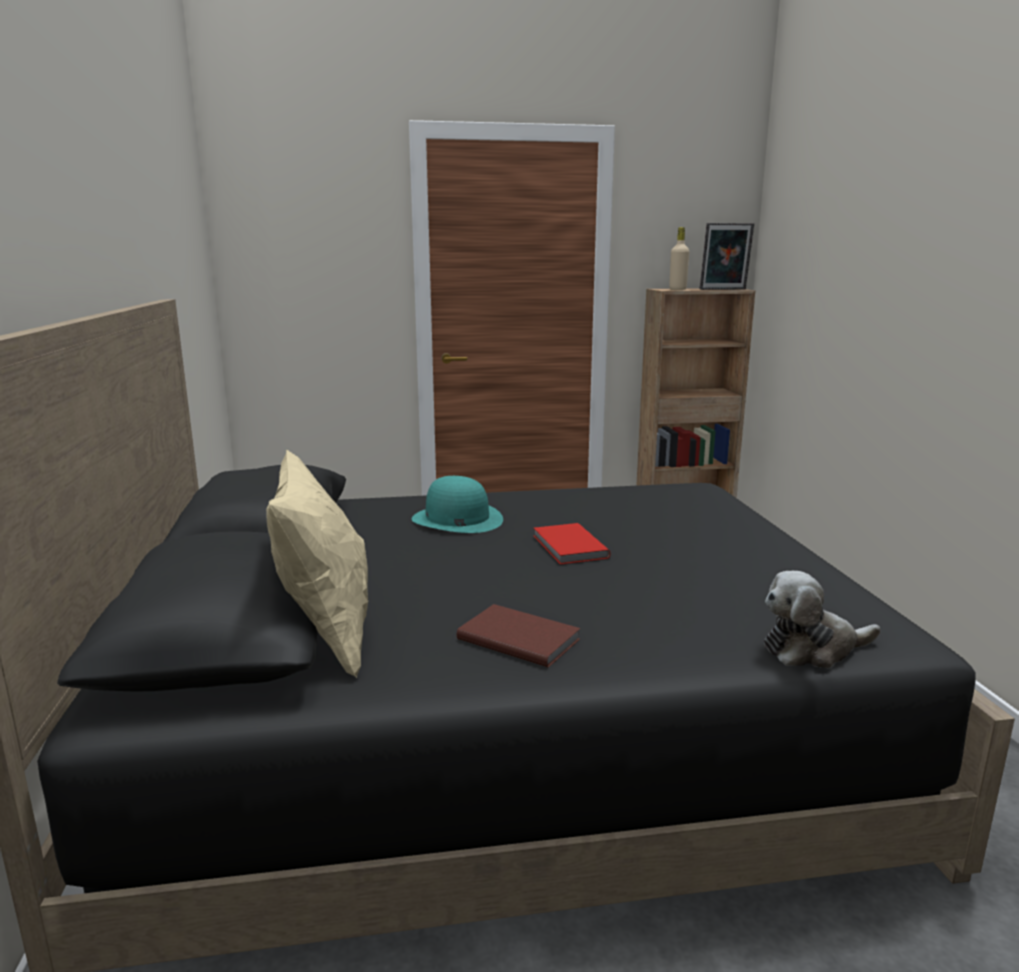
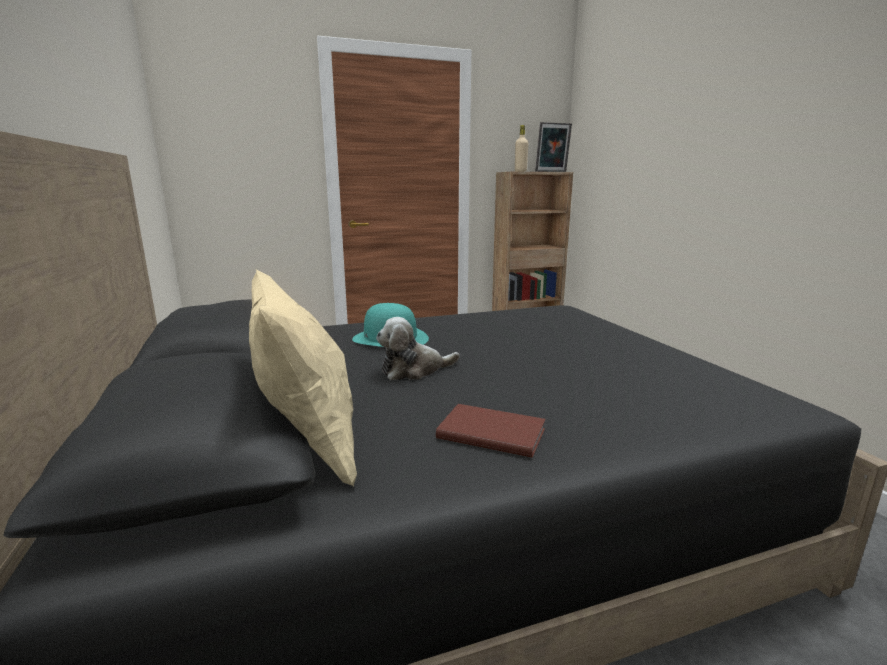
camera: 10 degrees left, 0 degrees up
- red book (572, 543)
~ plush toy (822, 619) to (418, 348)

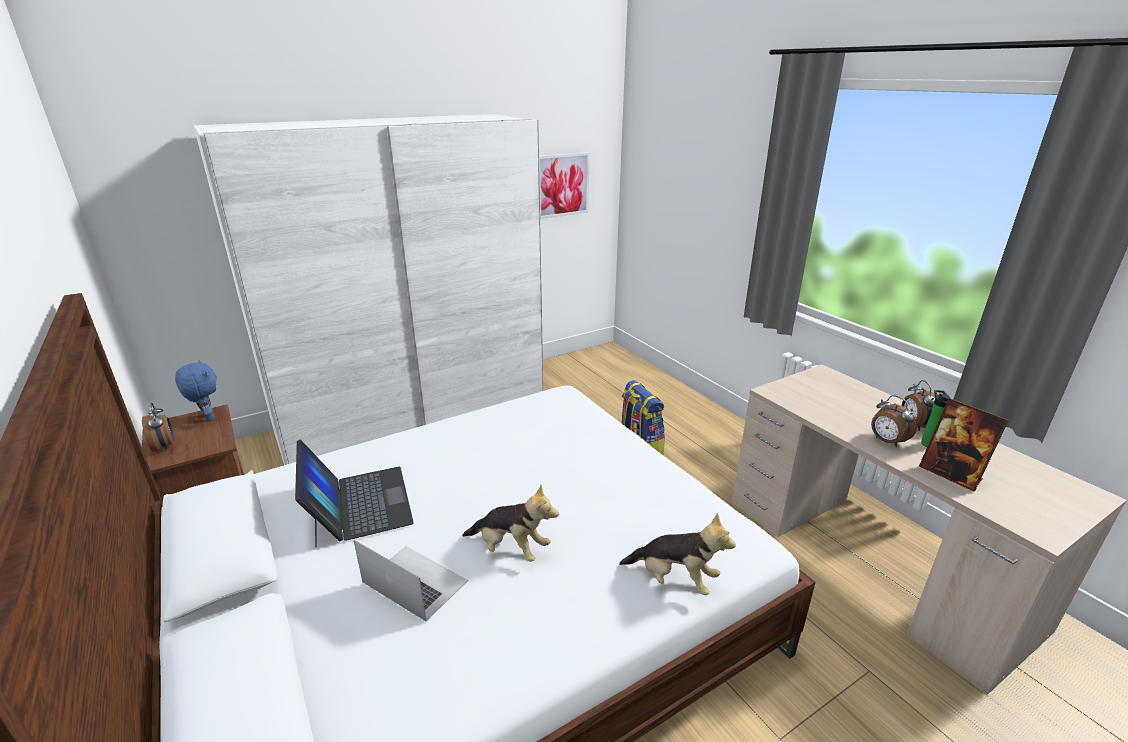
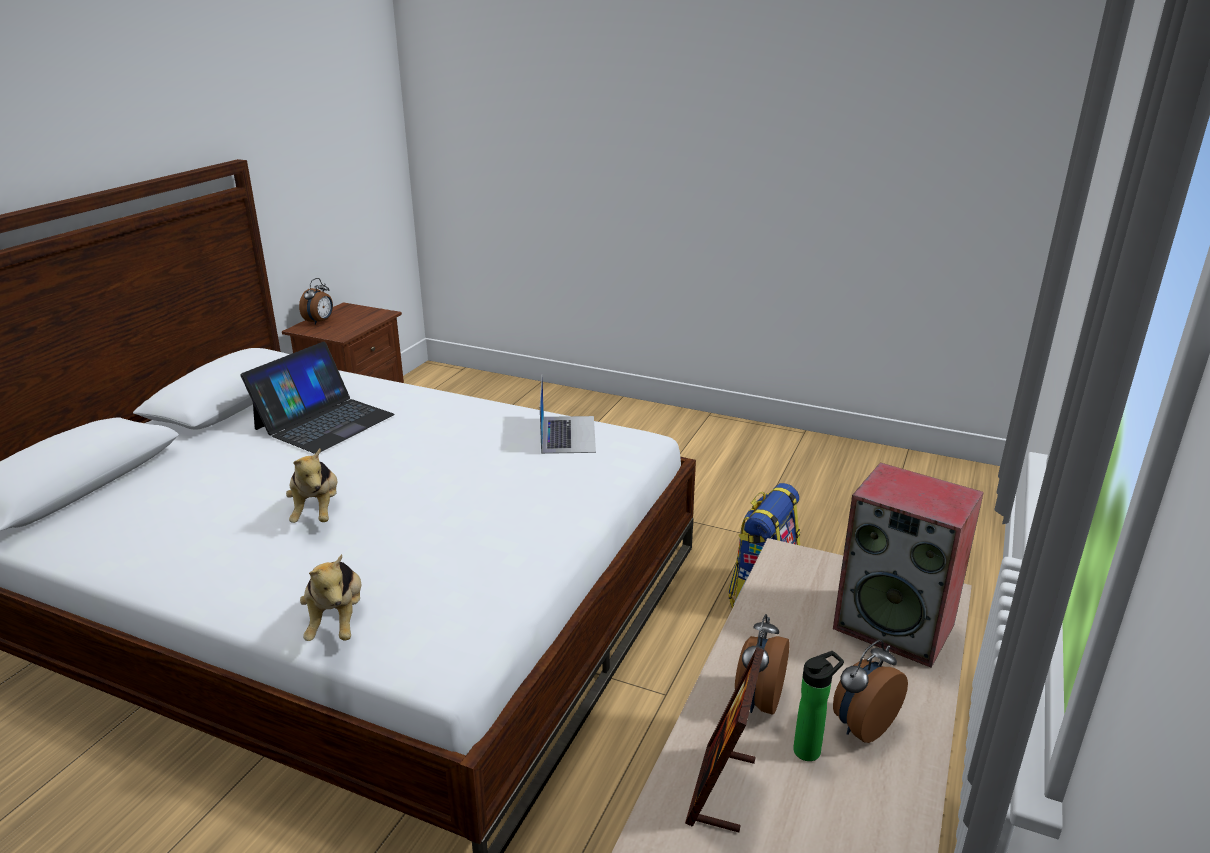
camera: 55 degrees right, 0 degrees up
- blue plush toy (196, 390)
- white wardrobe (368, 289)
- picture (564, 185)
+ speaker (908, 565)
~ laptop (411, 581) to (568, 415)

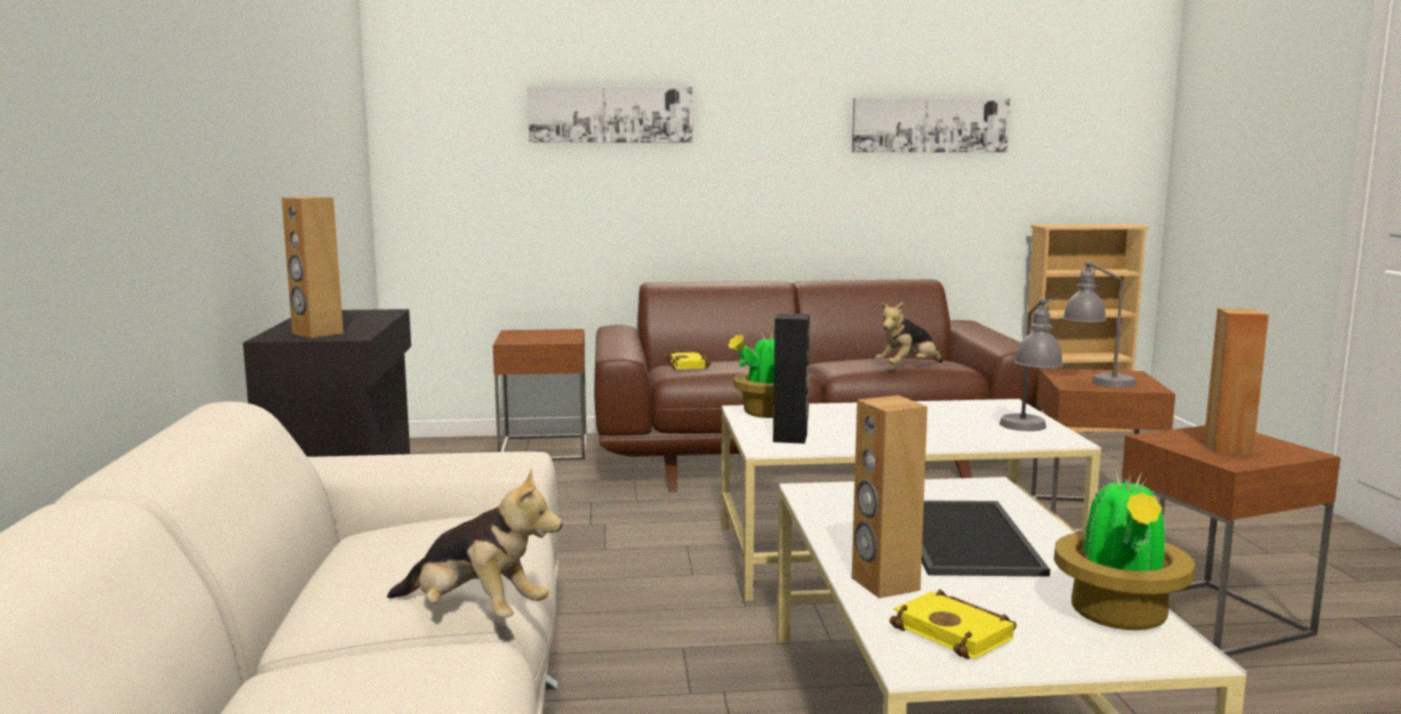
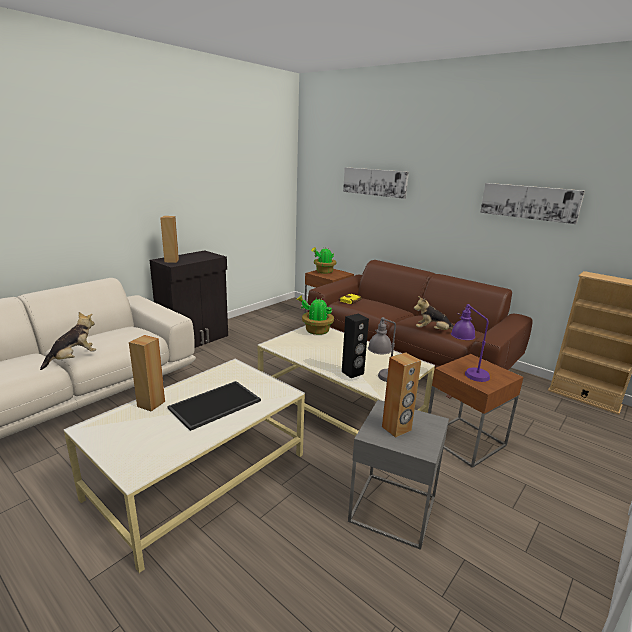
camera: 45 degrees right, 10 degrees up
- yellow book (953, 624)
~ black speaker (791, 378) to (355, 346)
~ potted plant (1124, 549) to (323, 260)
~ grey table lamp (1099, 324) to purple table lamp (470, 343)
~ brown side table (1231, 540) to grey side table (398, 475)
~ plush toy (474, 543) = (68, 341) 120 degrees counterclockwise

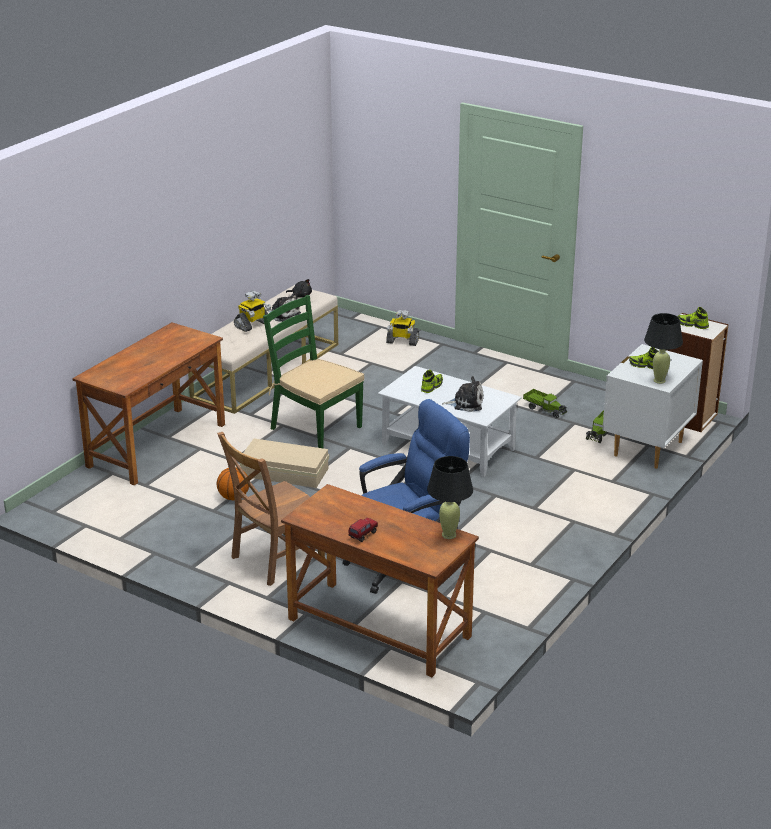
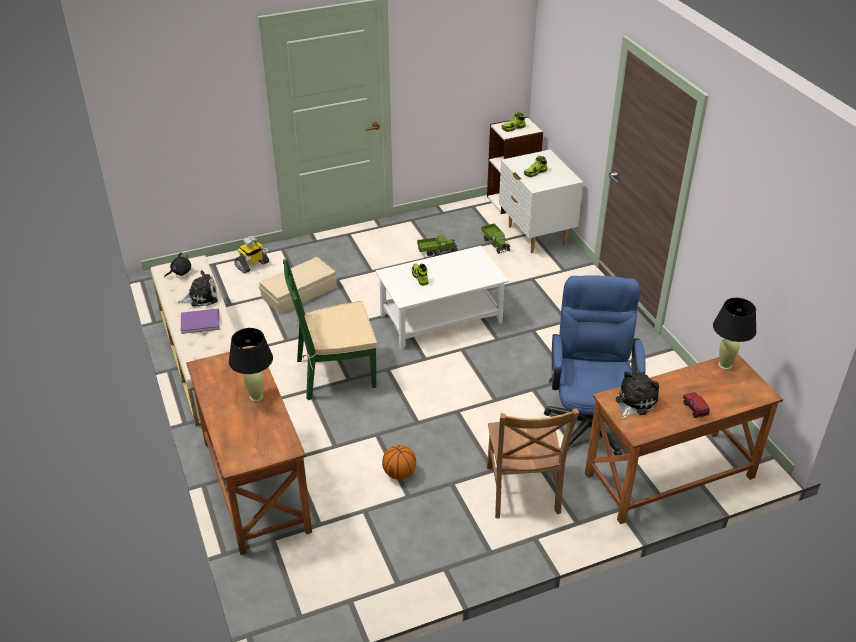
camera: 55 degrees left, 10 degrees up
~ beige storage box (284, 463) to (298, 285)
~ plush toy (463, 394) to (637, 395)
~ black table lamp (663, 348) to (251, 365)
~ toy robot (252, 311) to purple book (200, 321)

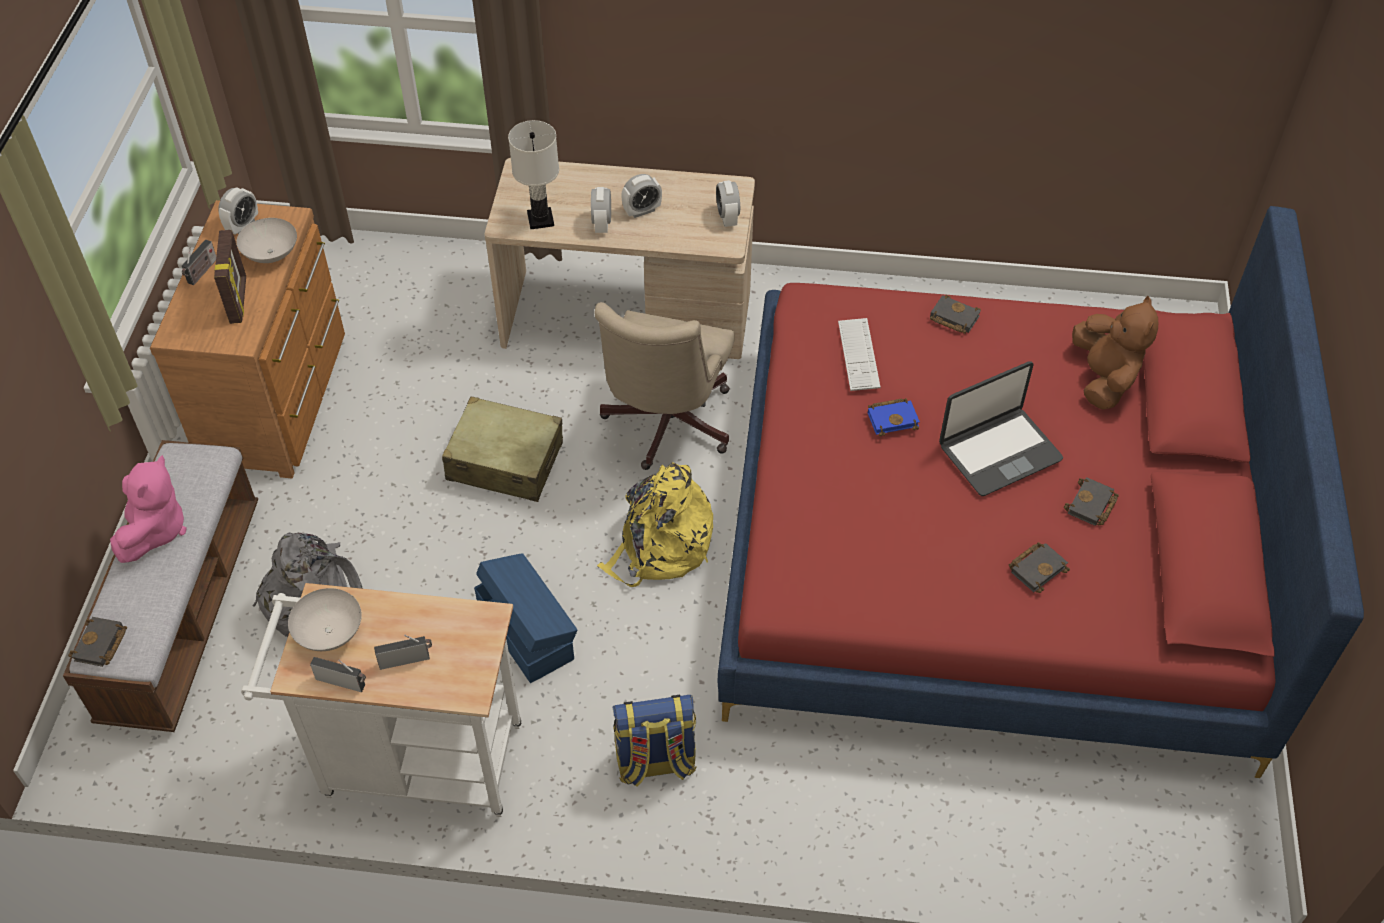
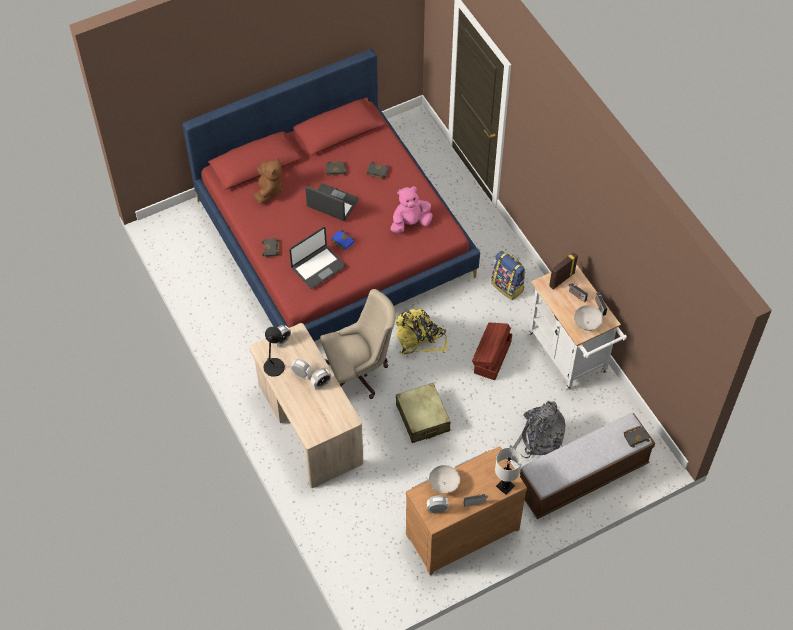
camera: 125 degrees left, 5 degrees up
+ black table lamp (274, 352)
~ pink plush toy (148, 509) to (412, 209)
~ picture frame (230, 277) to (563, 270)
~ white table lamp (533, 174) to (508, 471)
~ keyboard (859, 354) to laptop (317, 258)
~ blue storage box (525, 618) to brown storage box (492, 351)
~ brown plush toy (1115, 353) = (267, 181) 135 degrees clockwise

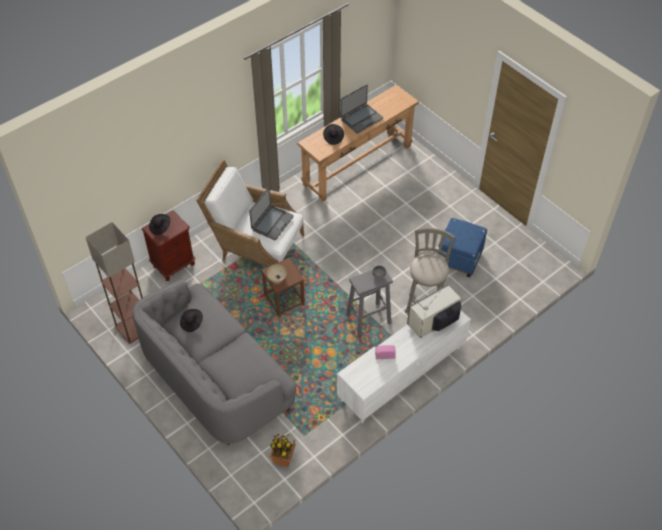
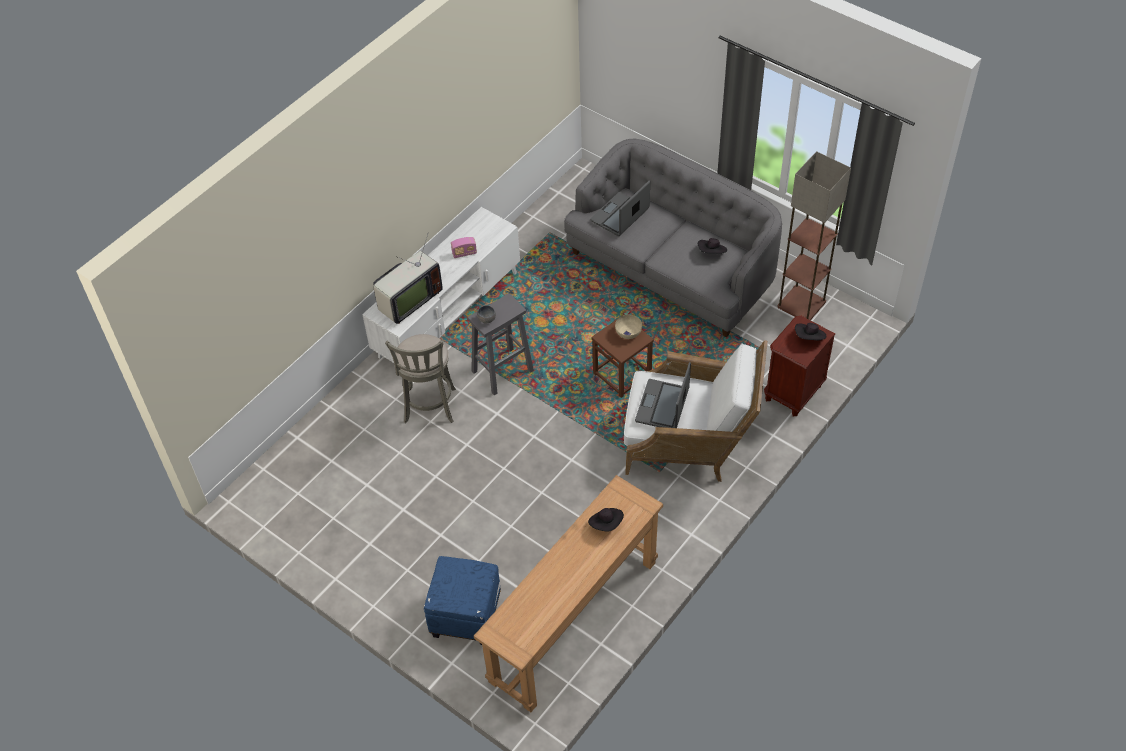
camera: 170 degrees right, 0 degrees up
- potted plant (283, 450)
~ laptop (361, 109) to (620, 208)
~ blue ottoman (463, 247) to (462, 600)

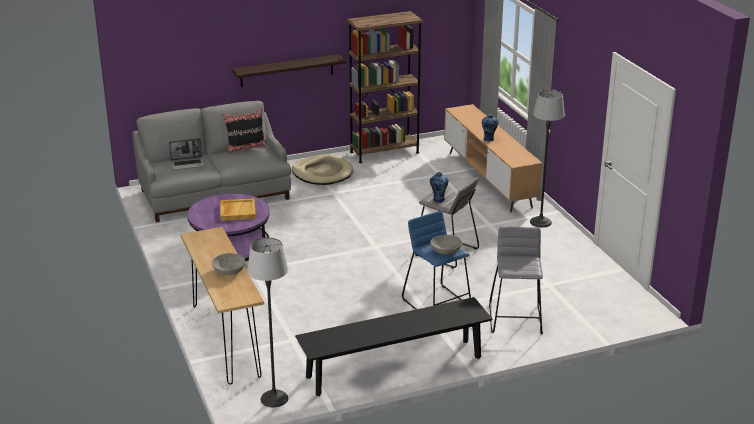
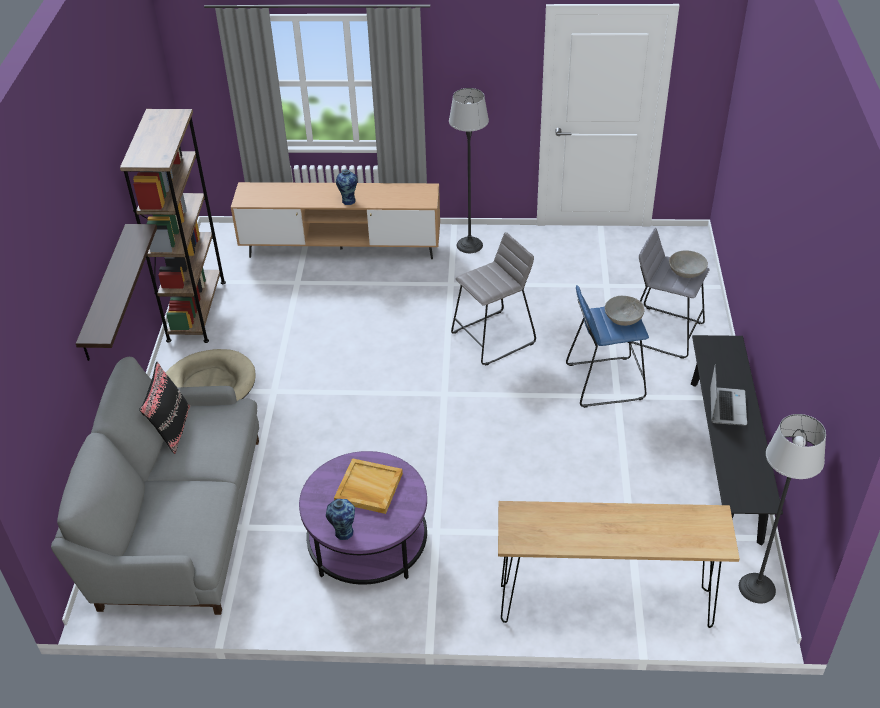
camera: 65 degrees left, 15 degrees up
~ laptop (187, 154) to (728, 395)
~ grey bowl (228, 264) to (688, 264)
~ vase (439, 187) to (340, 519)

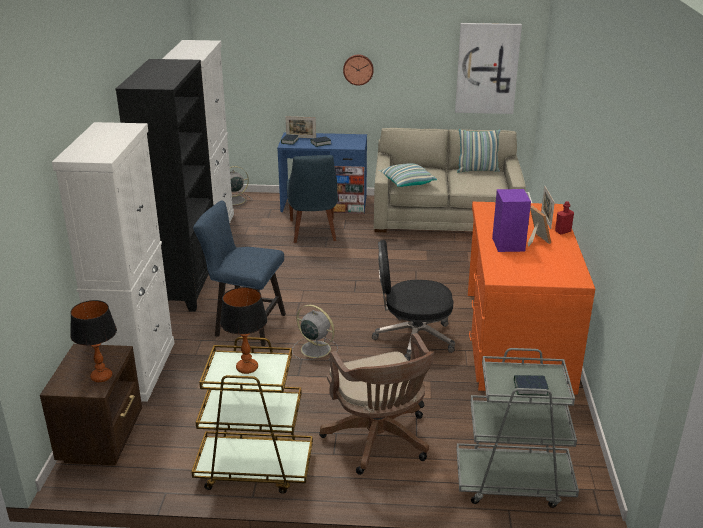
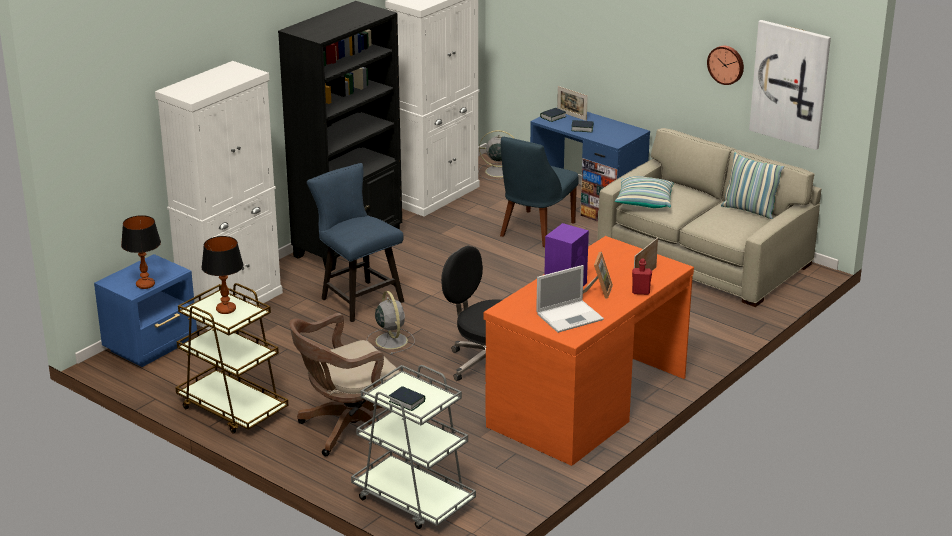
camera: 35 degrees right, 0 degrees up
+ laptop (570, 299)
~ wall clock (358, 70) to (725, 65)
~ brown nightstand (91, 405) to blue nightstand (145, 310)
~ brown office chair (376, 404) = (344, 384) 45 degrees clockwise

